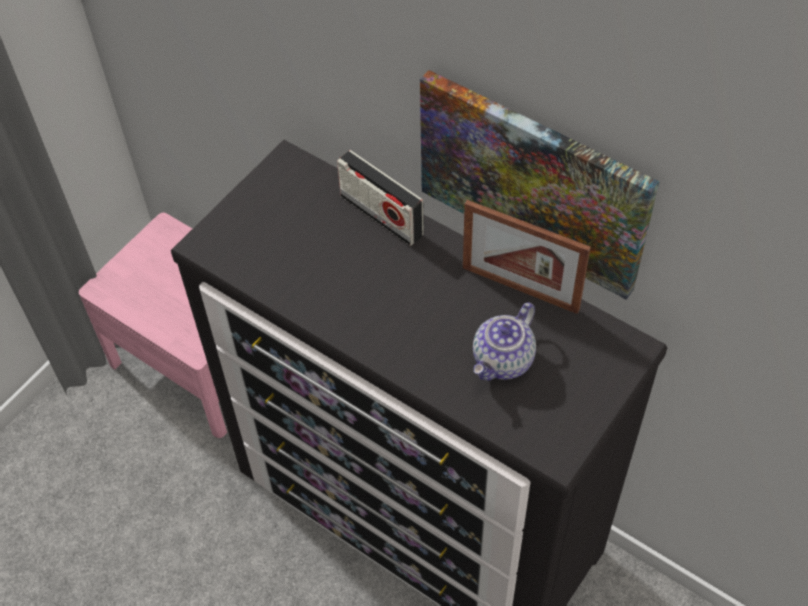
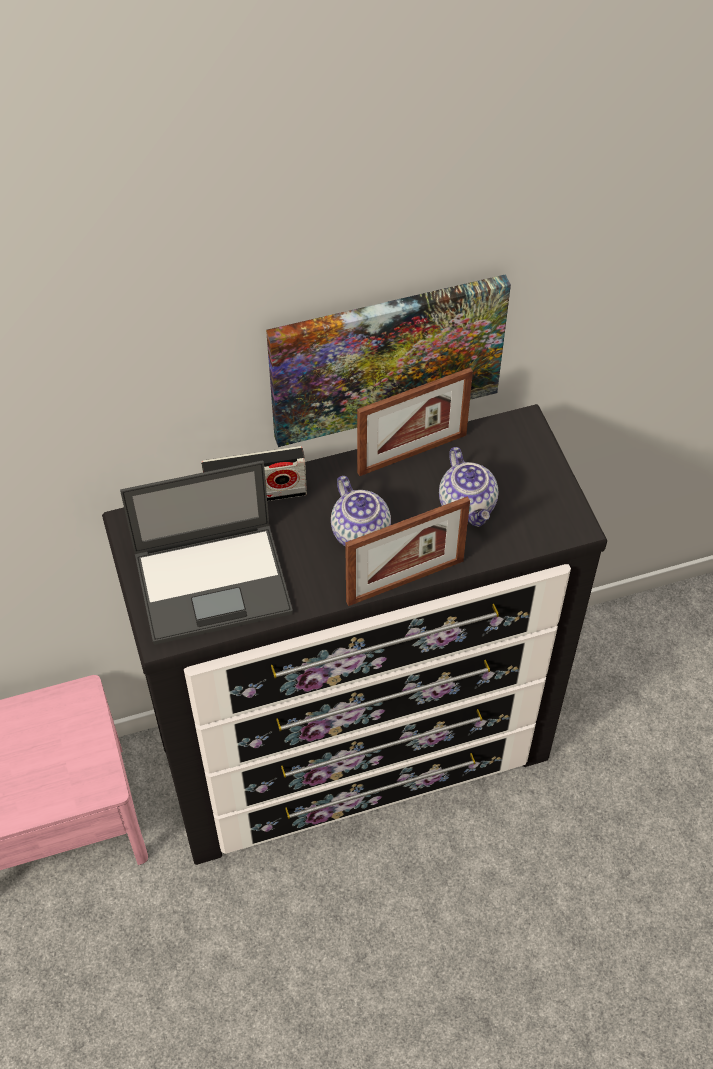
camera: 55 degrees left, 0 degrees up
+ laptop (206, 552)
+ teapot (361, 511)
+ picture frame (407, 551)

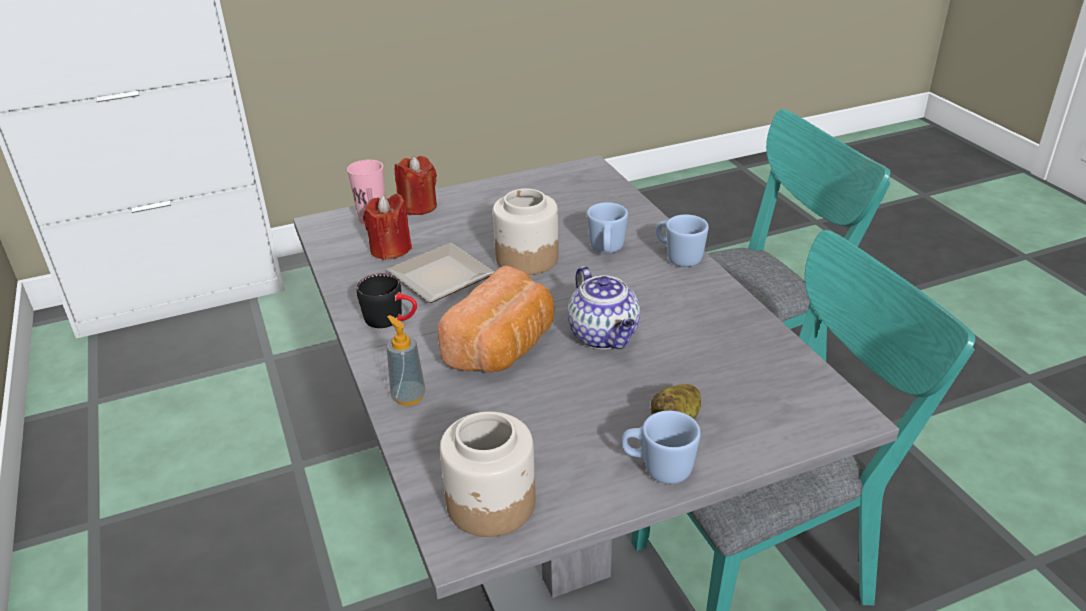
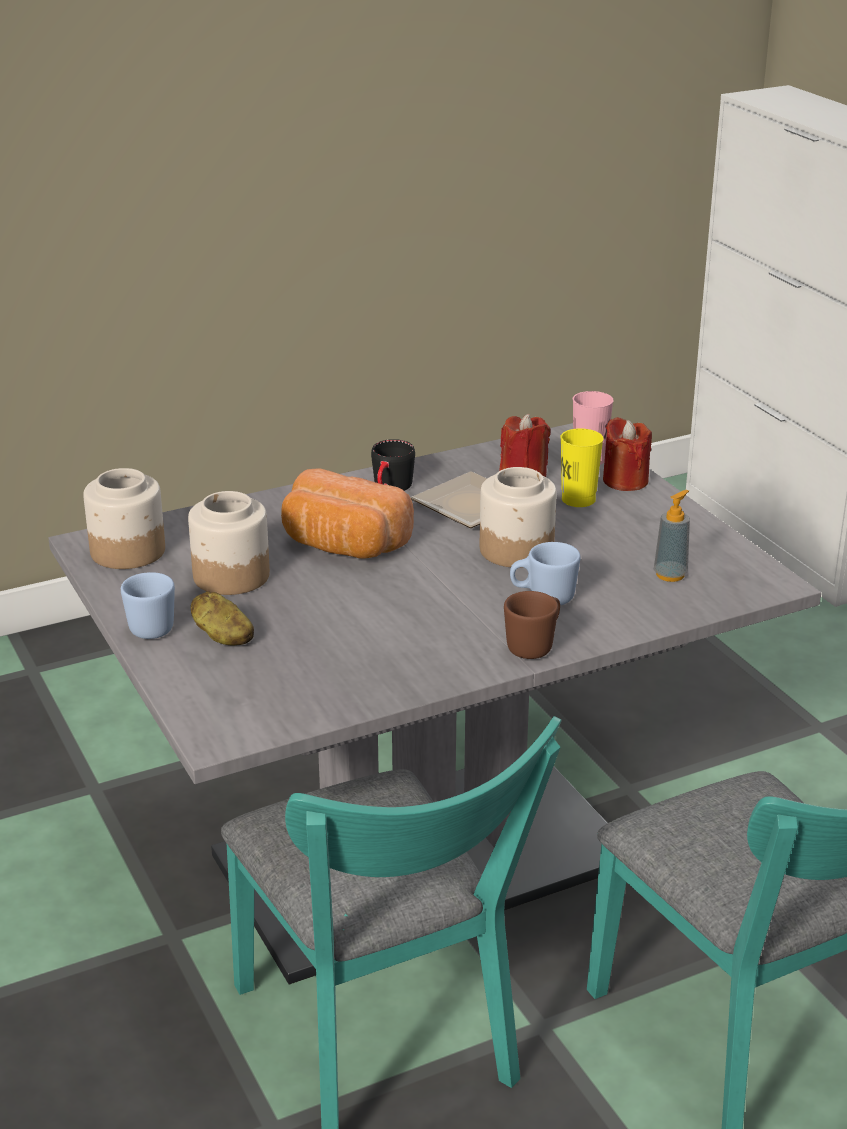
camera: 85 degrees right, 5 degrees down
- teapot (603, 307)
+ jar (229, 543)
+ yellow cup (582, 467)
~ soap dispenser (406, 360) to (672, 536)
~ blue mug (682, 241) to brown mug (532, 625)

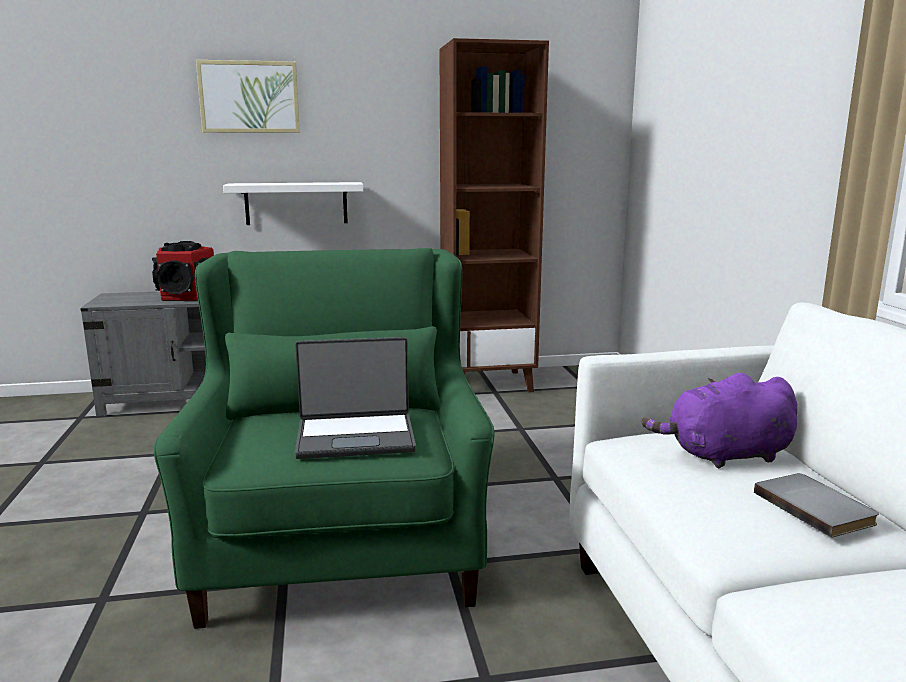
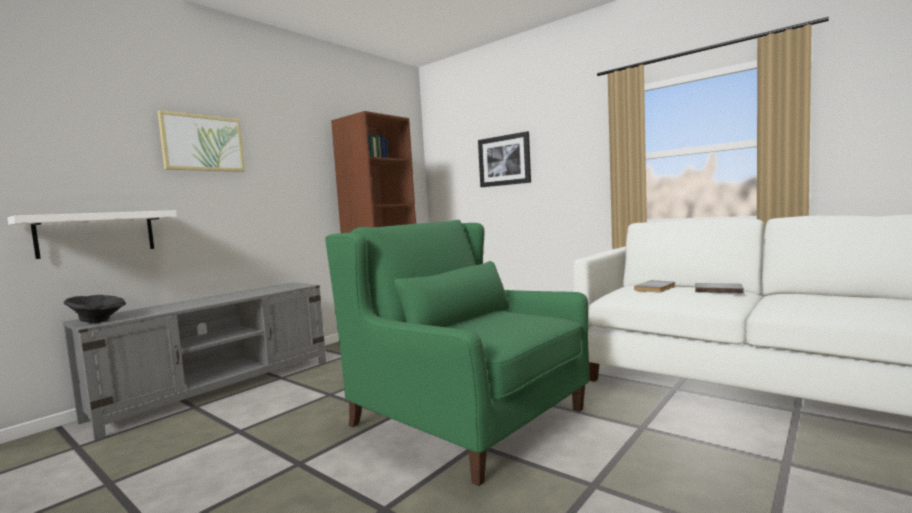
camera: 40 degrees left, 10 degrees down
- speaker (183, 271)
- laptop (355, 398)
+ black bowl (95, 309)
+ picture (504, 159)
~ white shelf (293, 203) to (92, 234)
~ purple plush toy (719, 420) to grey book (655, 286)

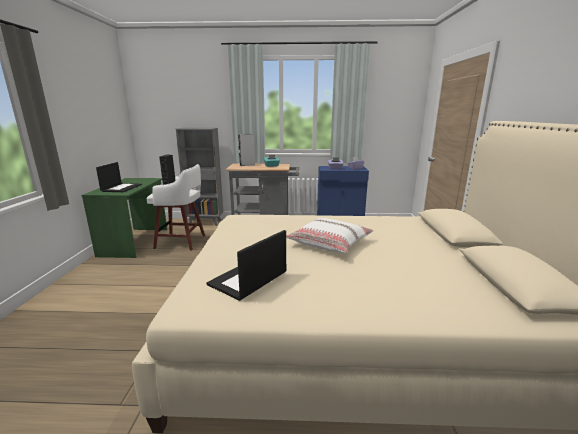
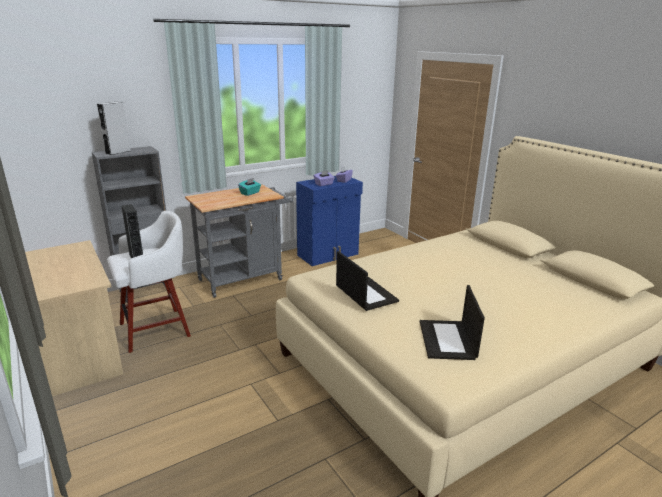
camera: 35 degrees left, 5 degrees up
- white pillow (329, 235)
~ laptop (119, 177) to (367, 281)
~ grey speaker (246, 150) to (113, 128)
~ green desk (124, 218) to beige desk (74, 318)

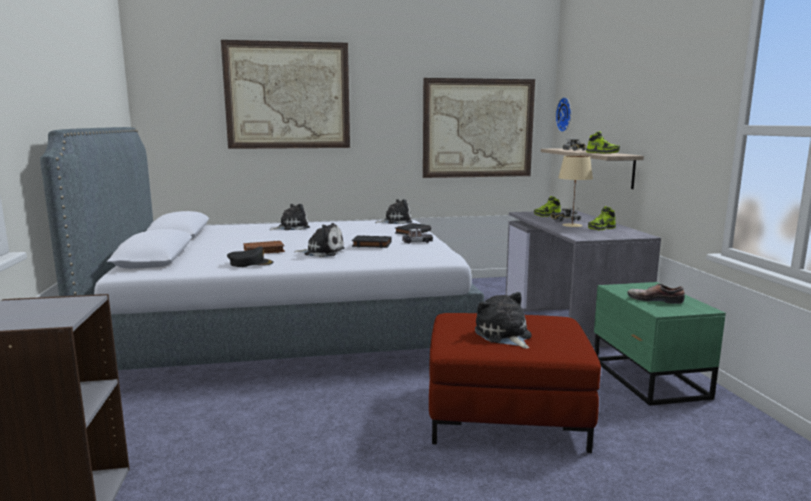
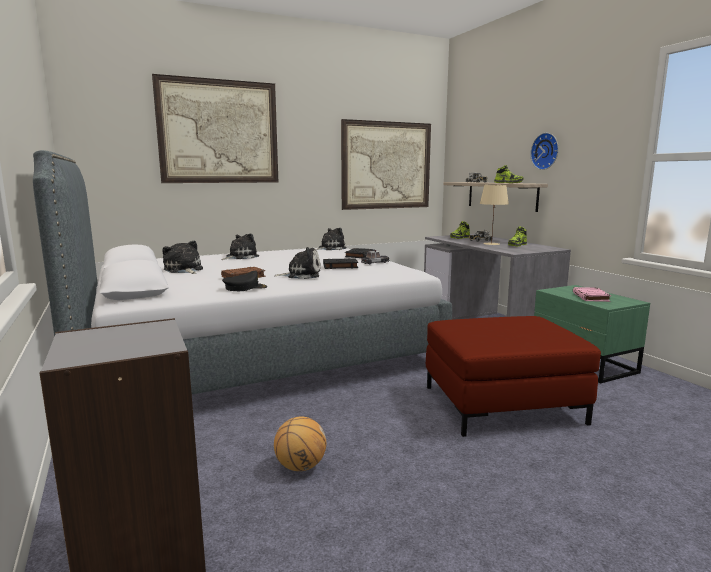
camera: 15 degrees left, 0 degrees up
+ basketball (300, 444)
~ plush toy (503, 320) to (182, 257)
~ wall clock (563, 114) to (544, 151)
~ shoe (656, 294) to pink book (592, 294)

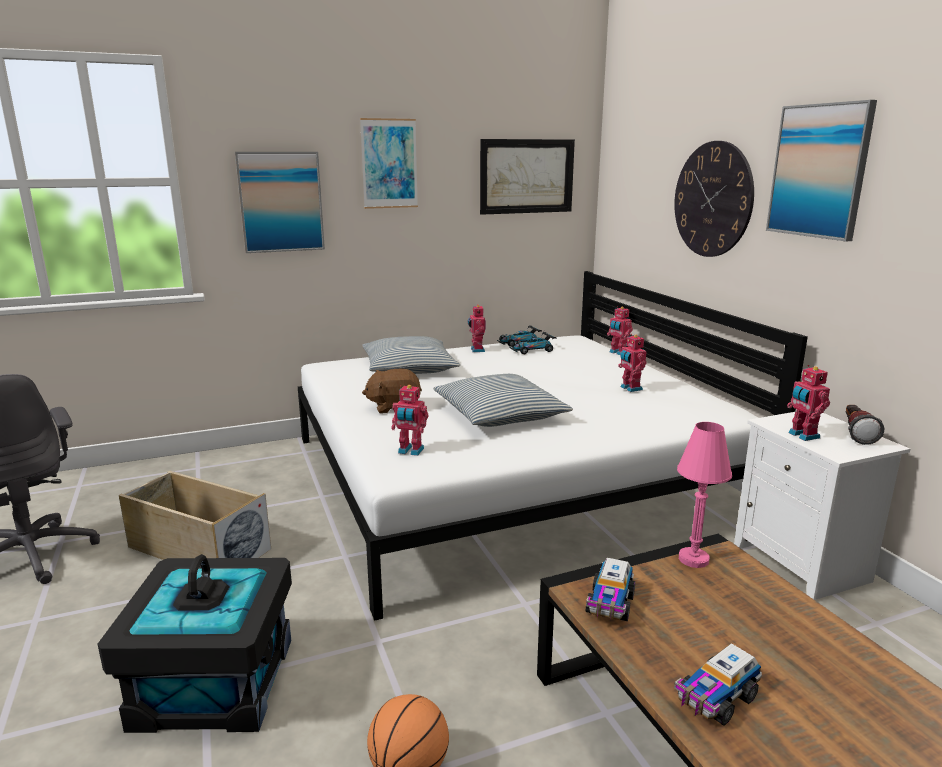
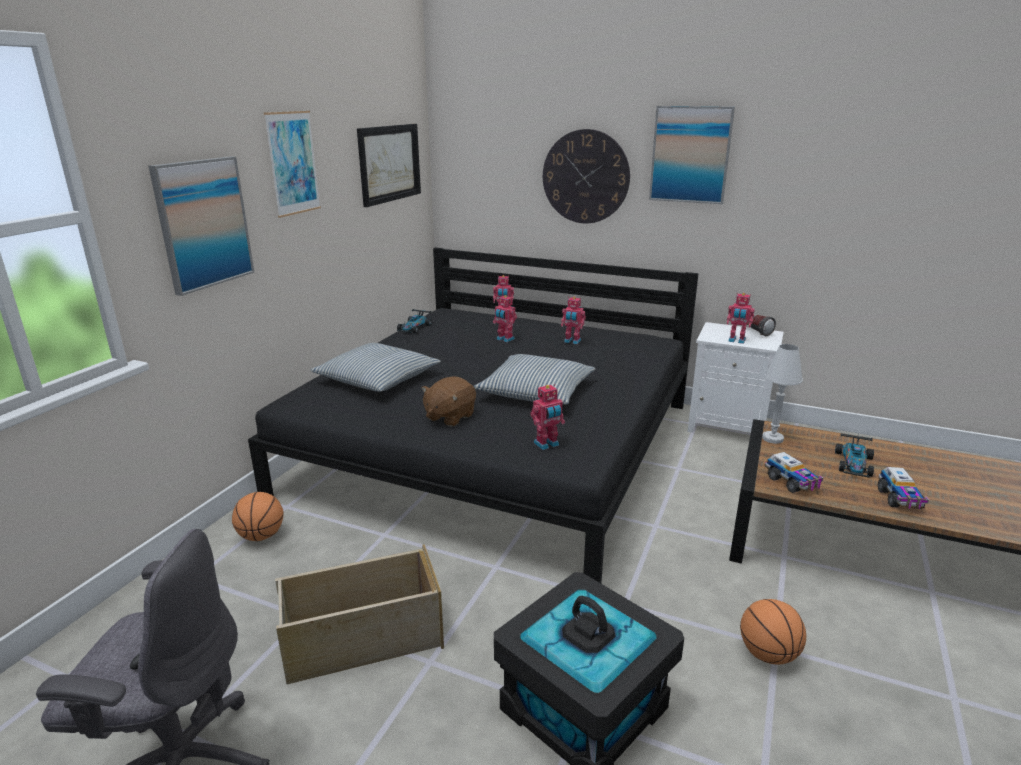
camera: 45 degrees left, 5 degrees up
+ basketball (258, 516)
~ toy robot (477, 328) to (505, 318)
~ toy car (532, 343) to (854, 455)
~ white bed (553, 446) to black bed (473, 415)
~ pink table lamp (704, 495) to white table lamp (782, 394)

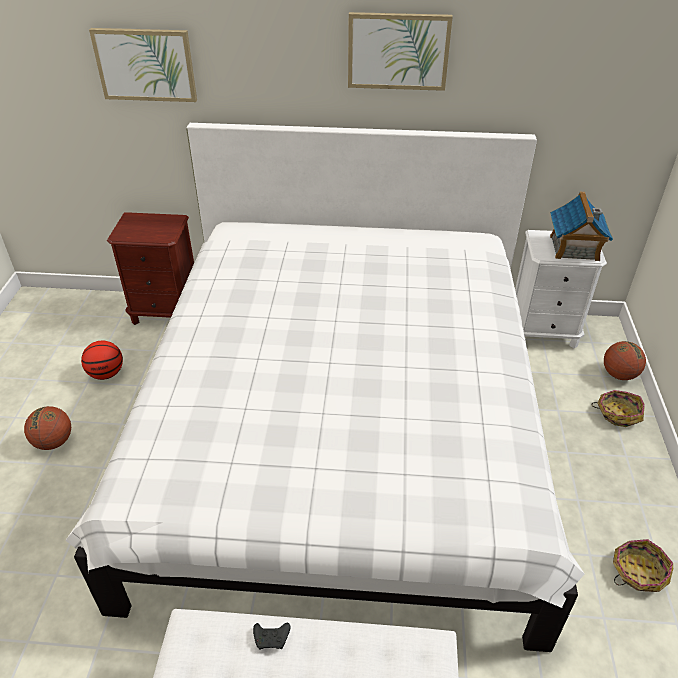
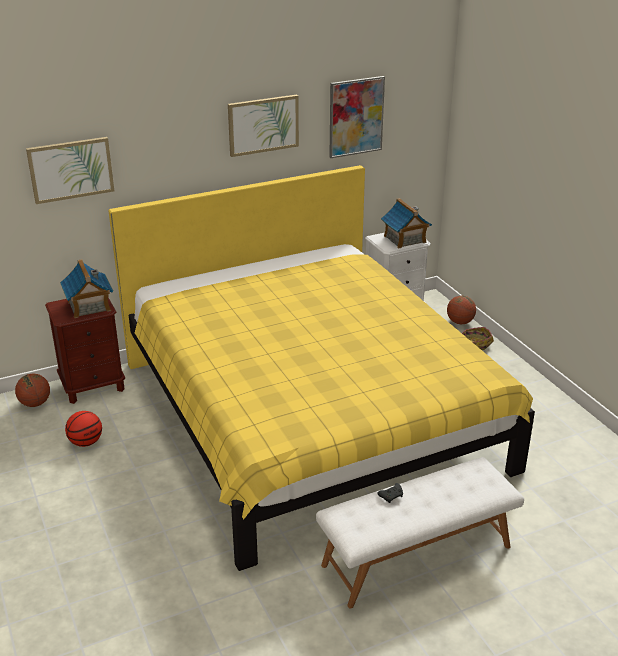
camera: 30 degrees left, 10 degrees down
- basket (643, 565)
+ toy house (86, 288)
+ picture (357, 117)
~ basketball (47, 428) to (32, 390)
~ white bed (324, 387) to yellow bed (321, 368)

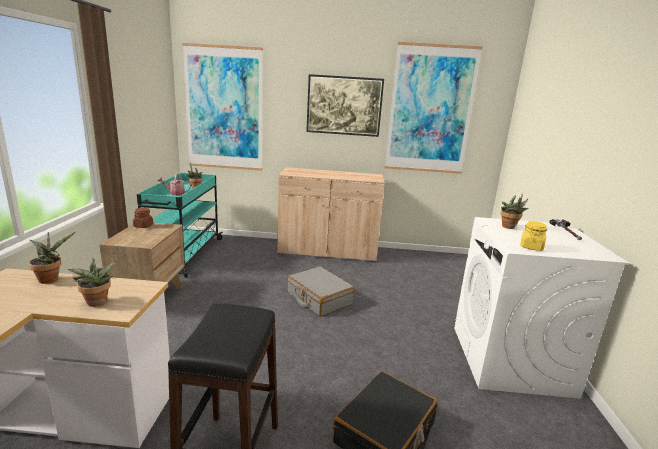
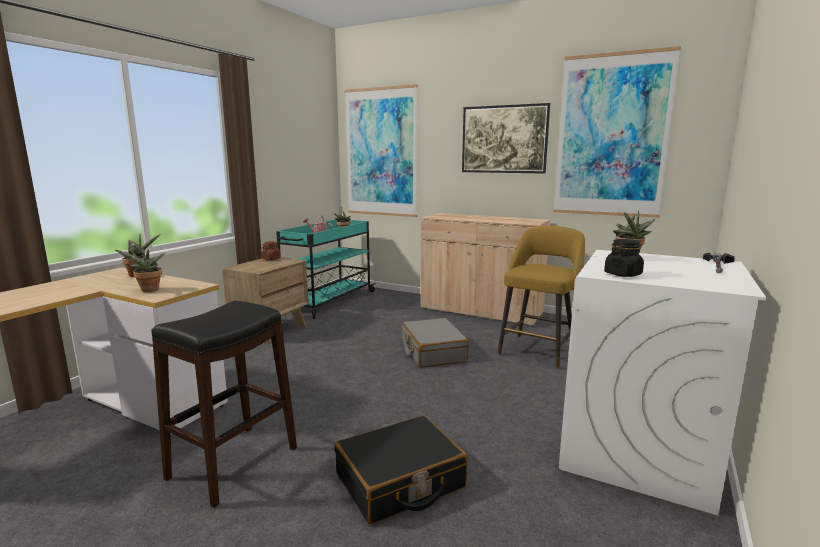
camera: 25 degrees right, 5 degrees down
+ yellow stool (541, 297)
~ yellow jar (533, 236) to black jar (624, 258)

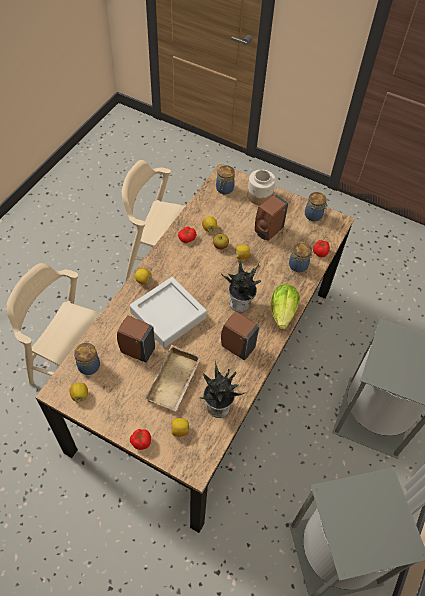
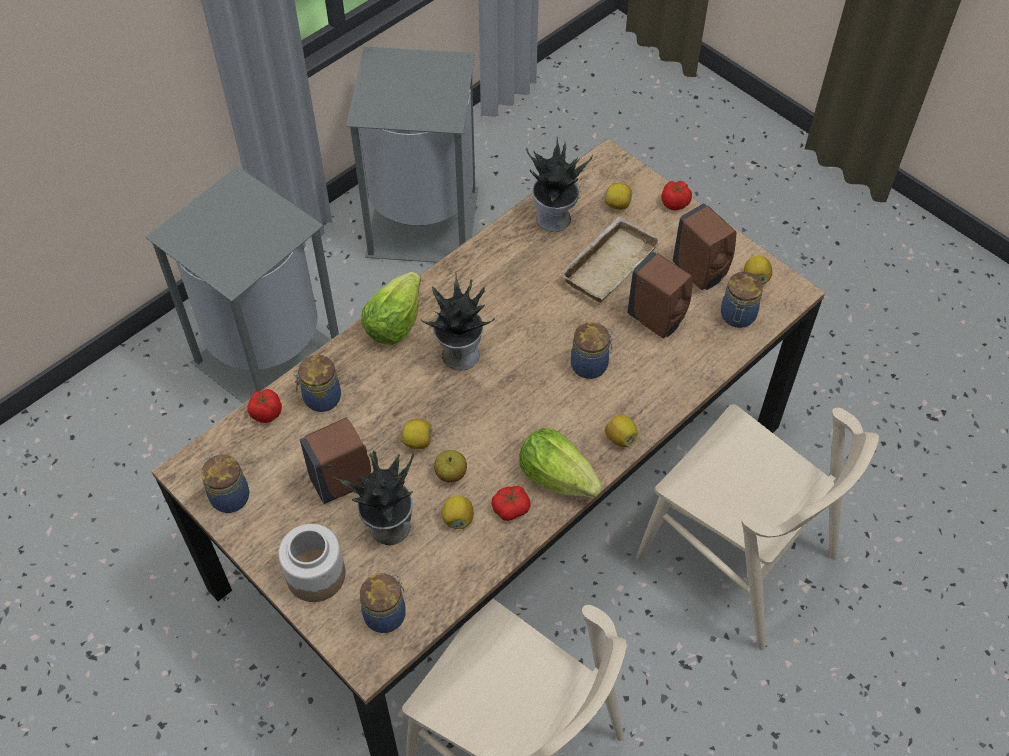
camera: 160 degrees left, 0 degrees up
+ potted plant (373, 497)
+ lettuce (561, 463)
~ brown soap dispenser (240, 336) to (704, 246)
~ grey tray (168, 312) to jar (592, 350)

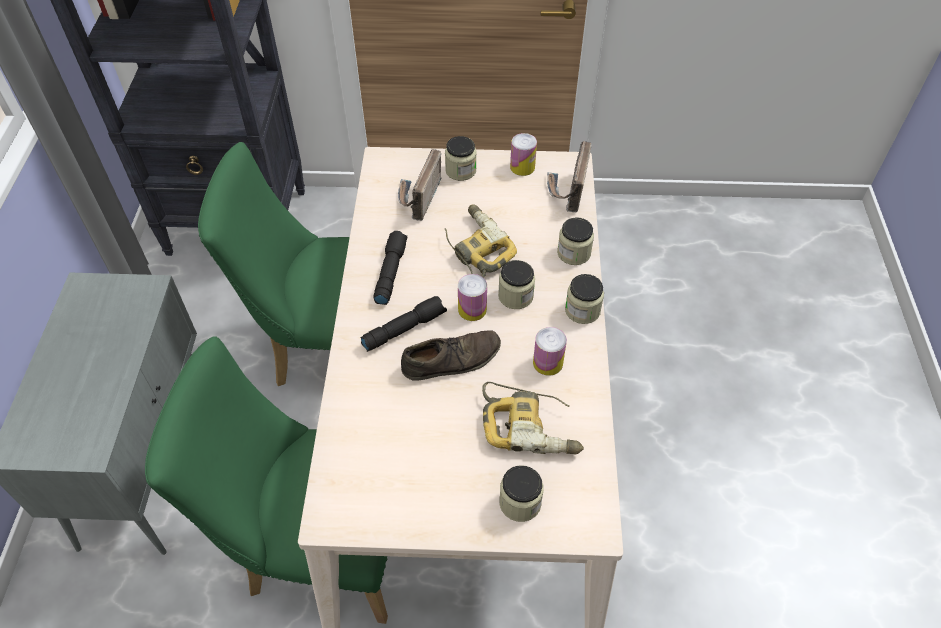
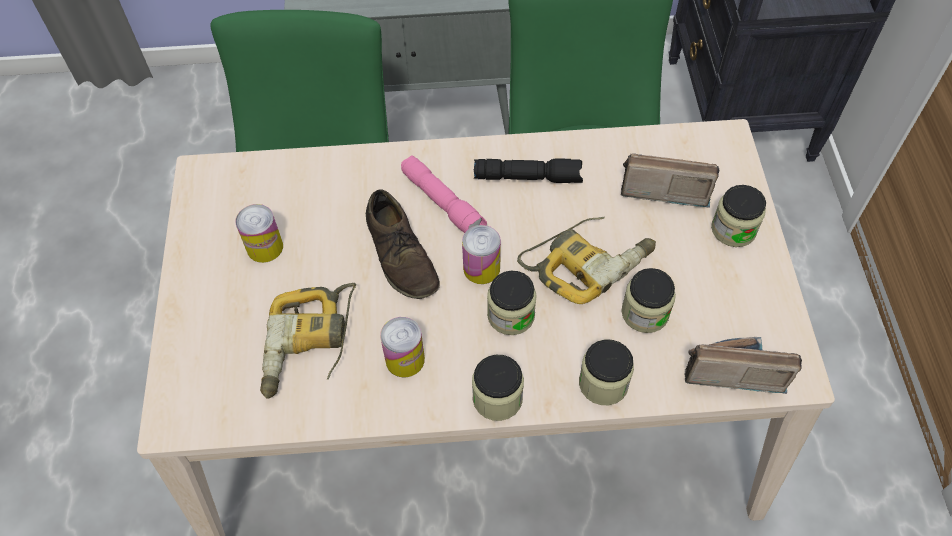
camera: 85 degrees right, 5 degrees up
~ jar (521, 493) to (648, 300)
~ can (523, 154) to (259, 233)
~ black flashlight (403, 324) to pink flashlight (444, 194)

